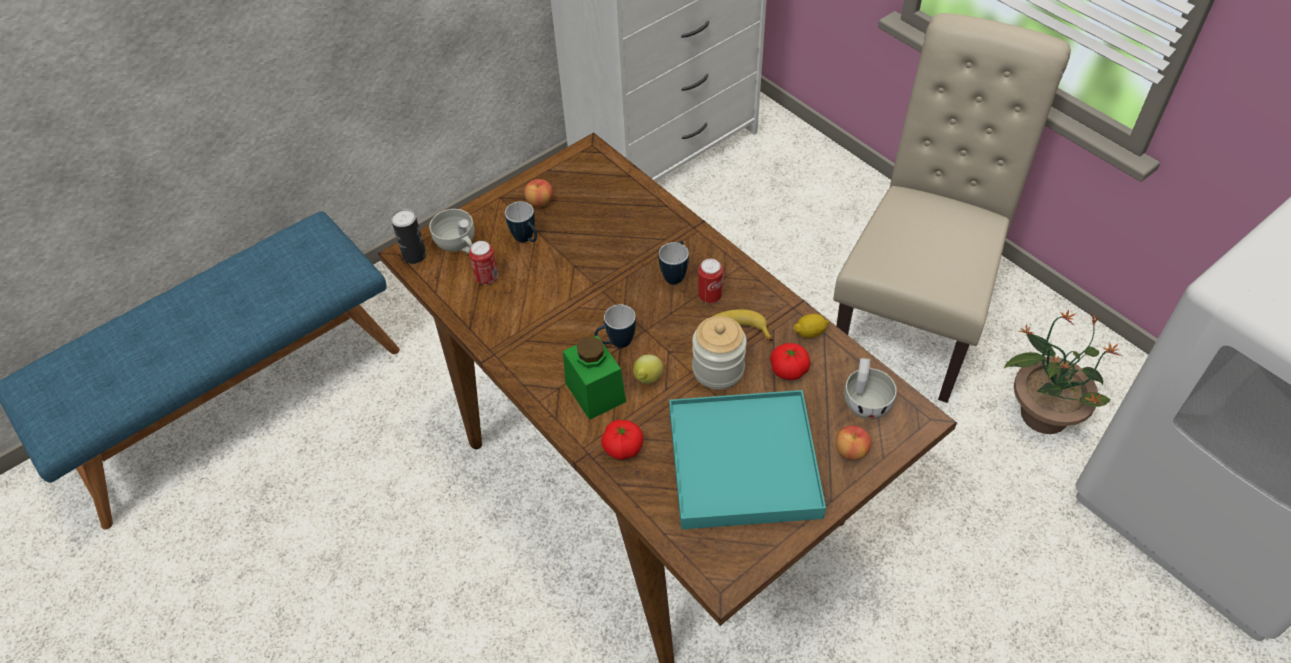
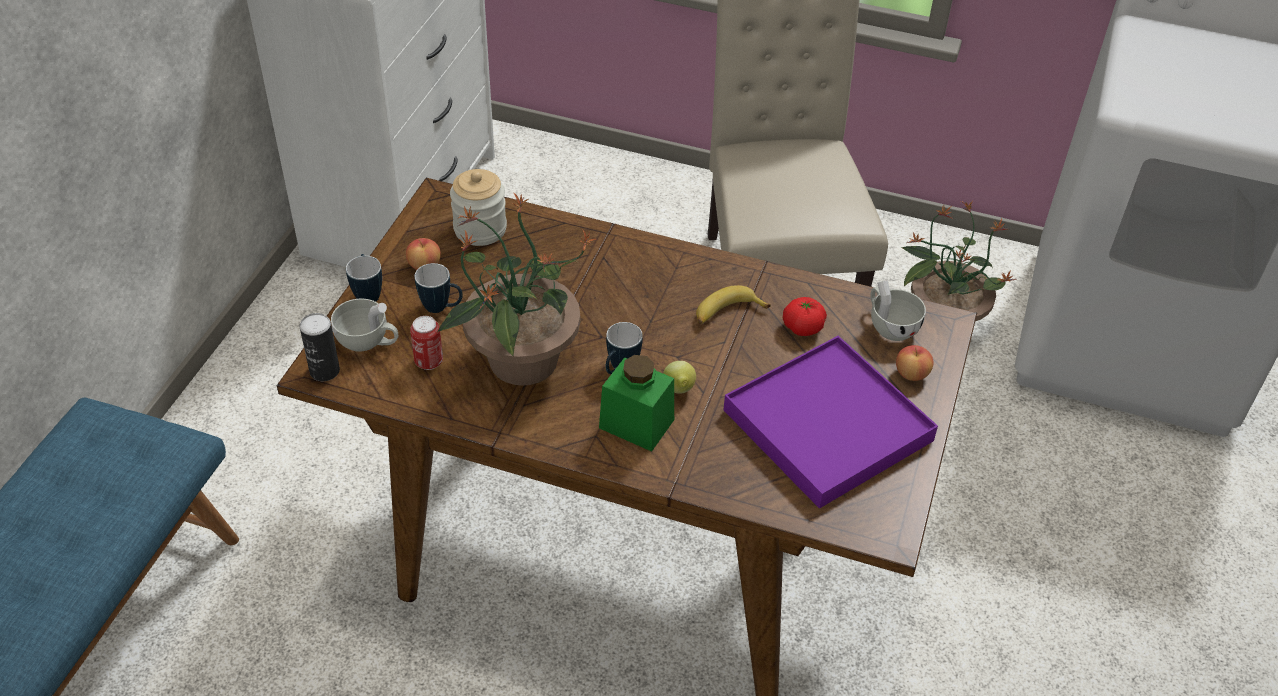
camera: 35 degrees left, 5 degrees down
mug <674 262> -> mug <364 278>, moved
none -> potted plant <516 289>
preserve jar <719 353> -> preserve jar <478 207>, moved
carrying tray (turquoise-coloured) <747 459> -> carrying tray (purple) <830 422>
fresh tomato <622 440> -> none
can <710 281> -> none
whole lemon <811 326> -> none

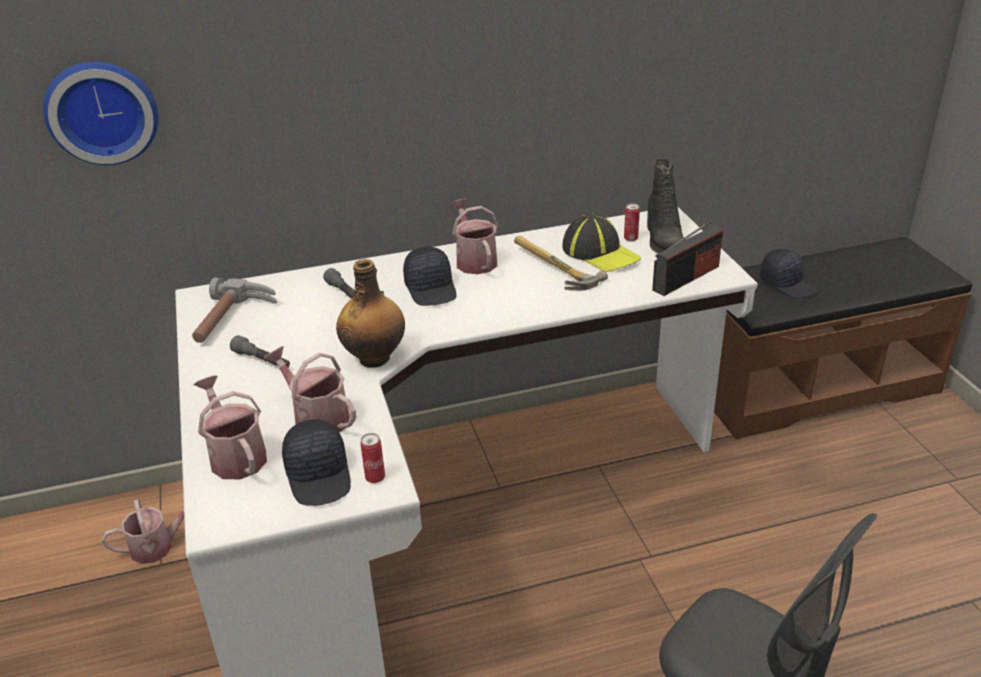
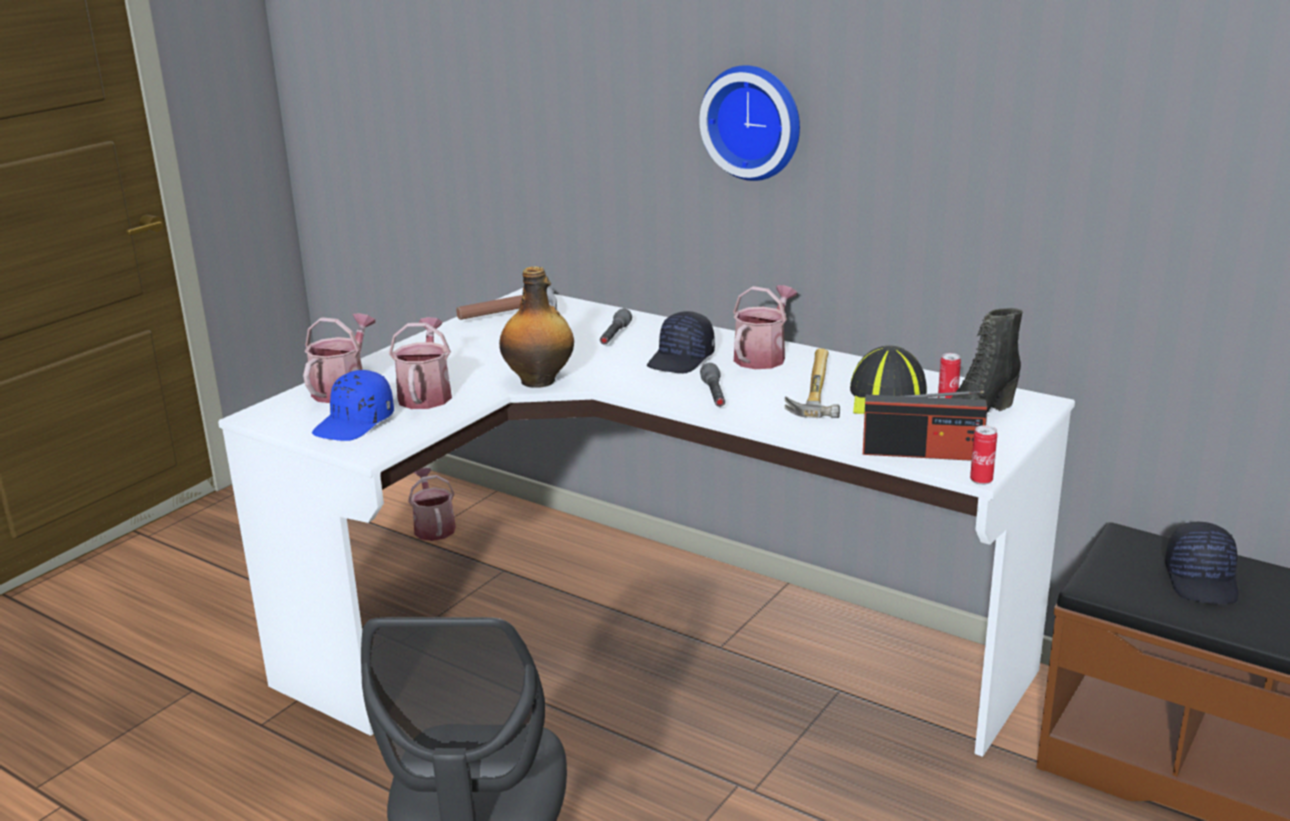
camera: 50 degrees right, 10 degrees down
baseball cap (black-coloured) <316 462> -> baseball cap (blue) <353 405>
sprinkling can <142 530> -> sprinkling can <432 504>, 135 degrees counterclockwise
hanging clock <101 113> -> hanging clock <749 123>, moved
flashlight (grey) <260 351> -> flashlight (grey) <712 385>, moved
can <372 458> -> can <983 455>, moved

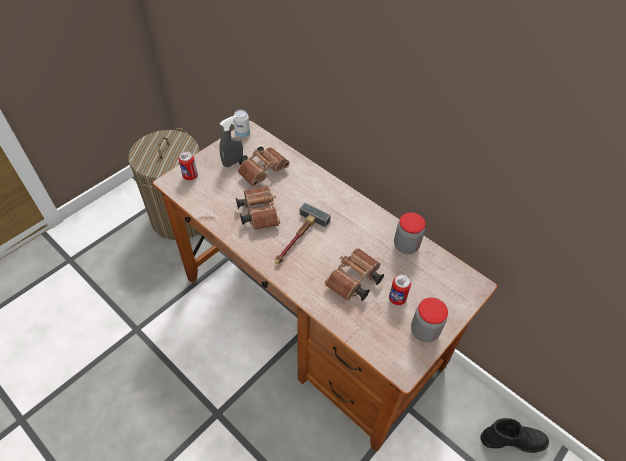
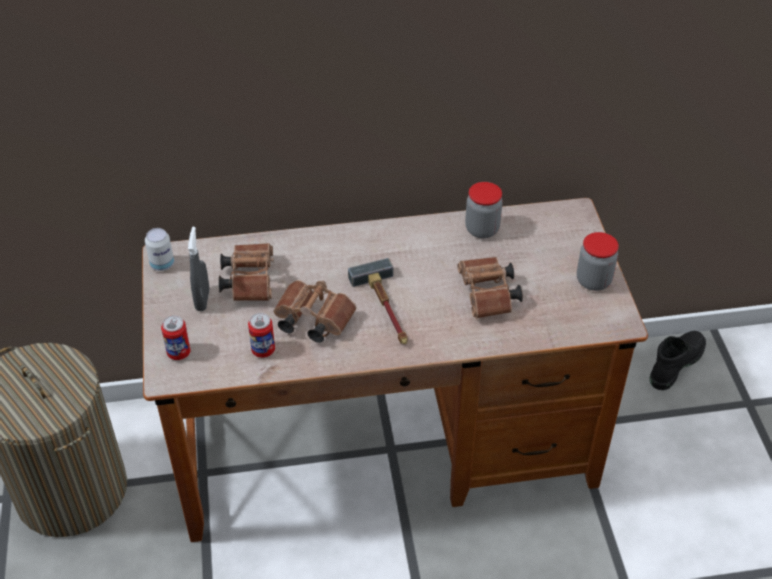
camera: 50 degrees left, 5 degrees down
can <400 289> -> can <261 335>, moved

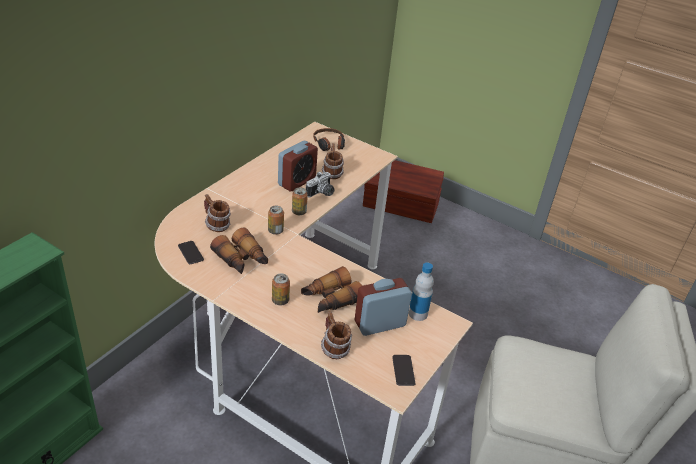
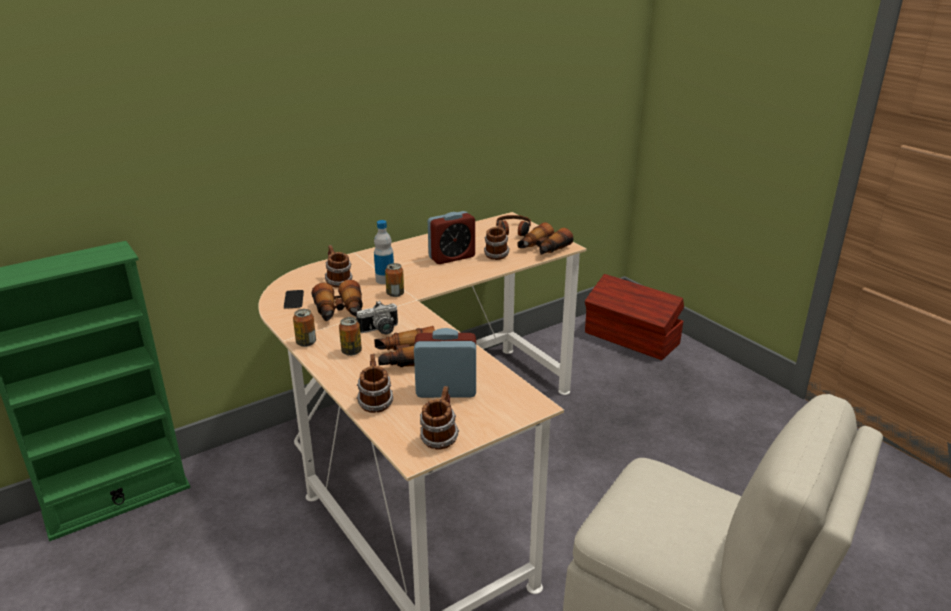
camera: 25 degrees right, 10 degrees down
can <300 201> -> can <304 328>, moved
still camera <320 184> -> still camera <377 317>, moved
bottle <421 292> -> bottle <384 252>, moved
phone <404 370> -> mug <439 418>
none -> pair of binoculars <545 238>

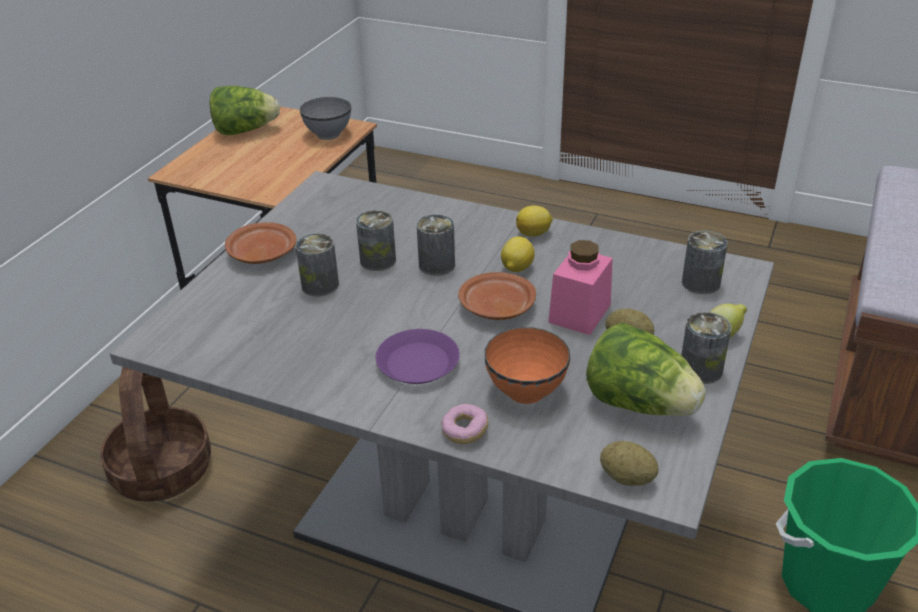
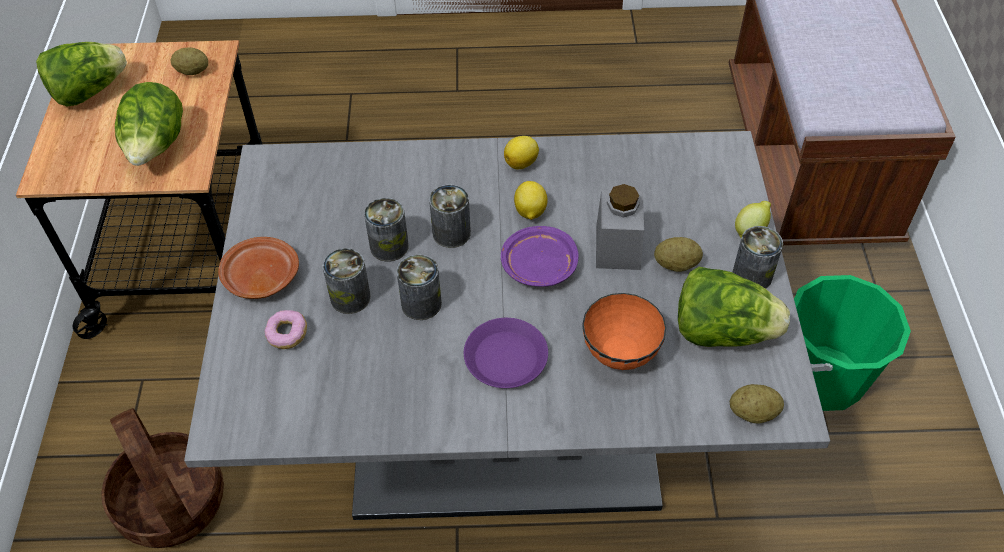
camera: 25 degrees left, 15 degrees up
none -> head of lettuce <149 124>
deep dish (grey) <325 118> -> whole potato <189 61>
donut <465 424> -> donut <286 329>, moved
can <705 262> -> can <419 287>, moved
flat dish (brown) <497 296> -> flat dish (purple) <540 256>
preserve jar (pinkish) <580 287> -> preserve jar (grey) <620 227>

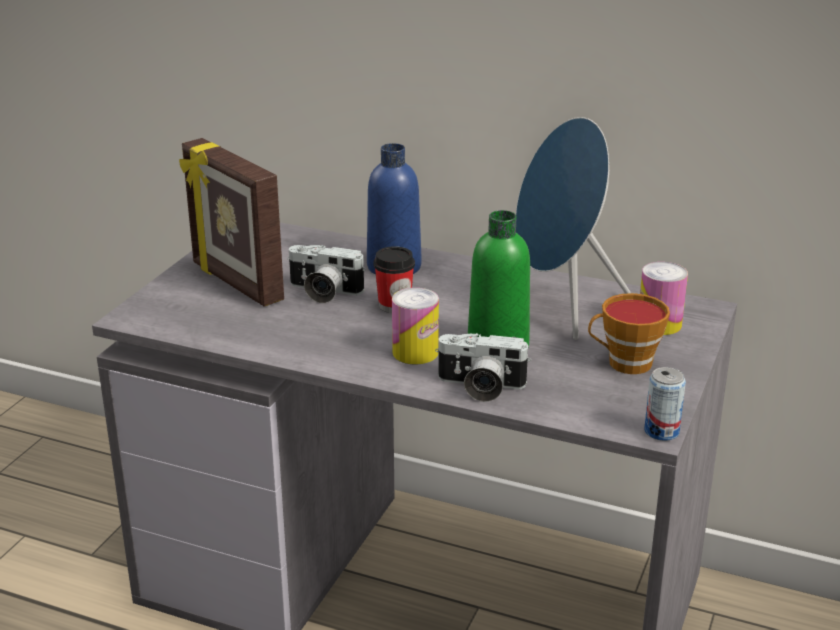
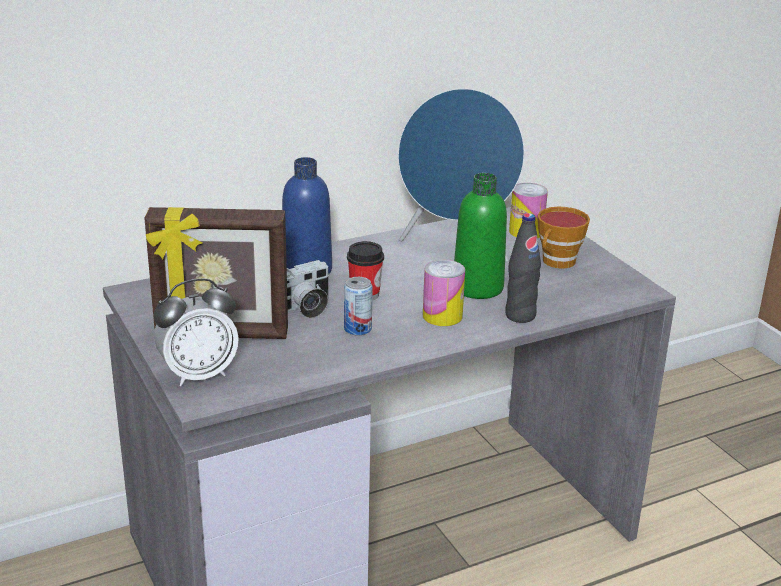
camera: 50 degrees left, 0 degrees up
none -> table clock <196 332>
can <665 404> -> can <358 306>, moved
still camera <483 367> -> bottle (black-coloured) <523 268>

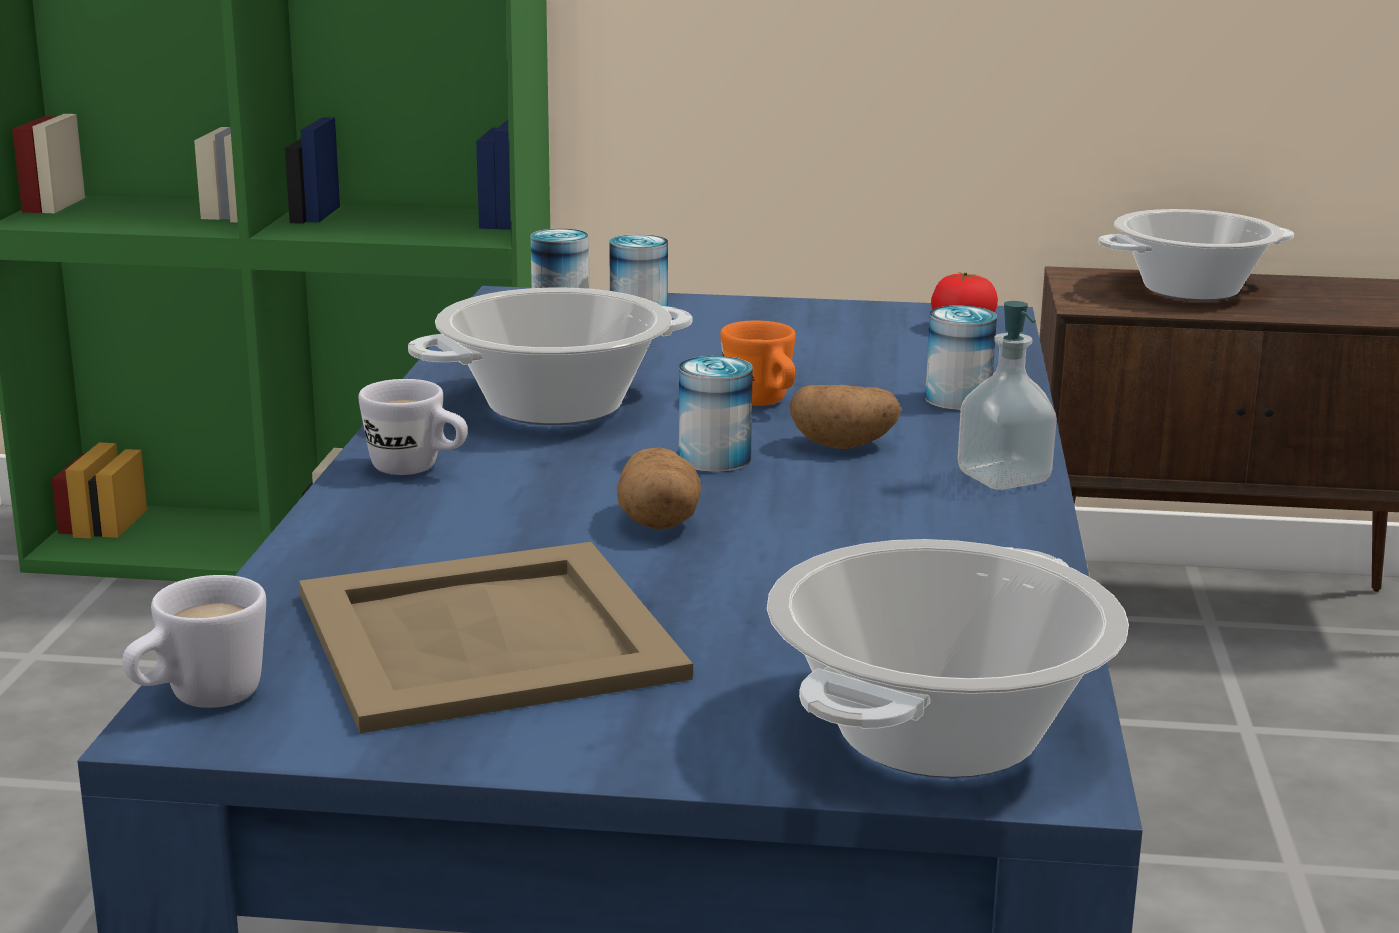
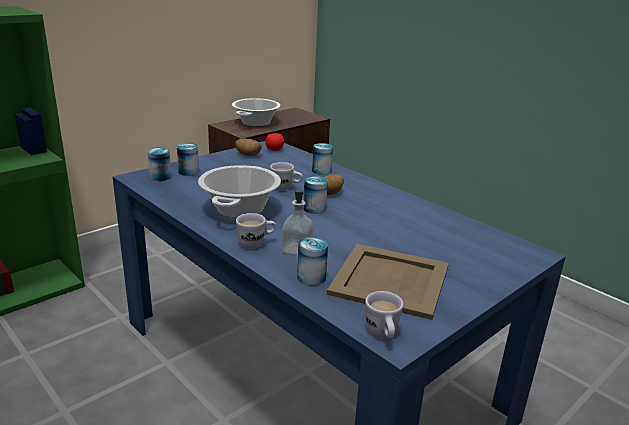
camera: 50 degrees left, 5 degrees up
whole potato <659 488> -> whole potato <248 147>, moved
mug (orangey) <758 363> -> mug (whitish) <286 176>
soap dispenser <1007 395> -> soap dispenser <297 222>, moved
none -> can <312 261>
cooking pot <948 658> -> none

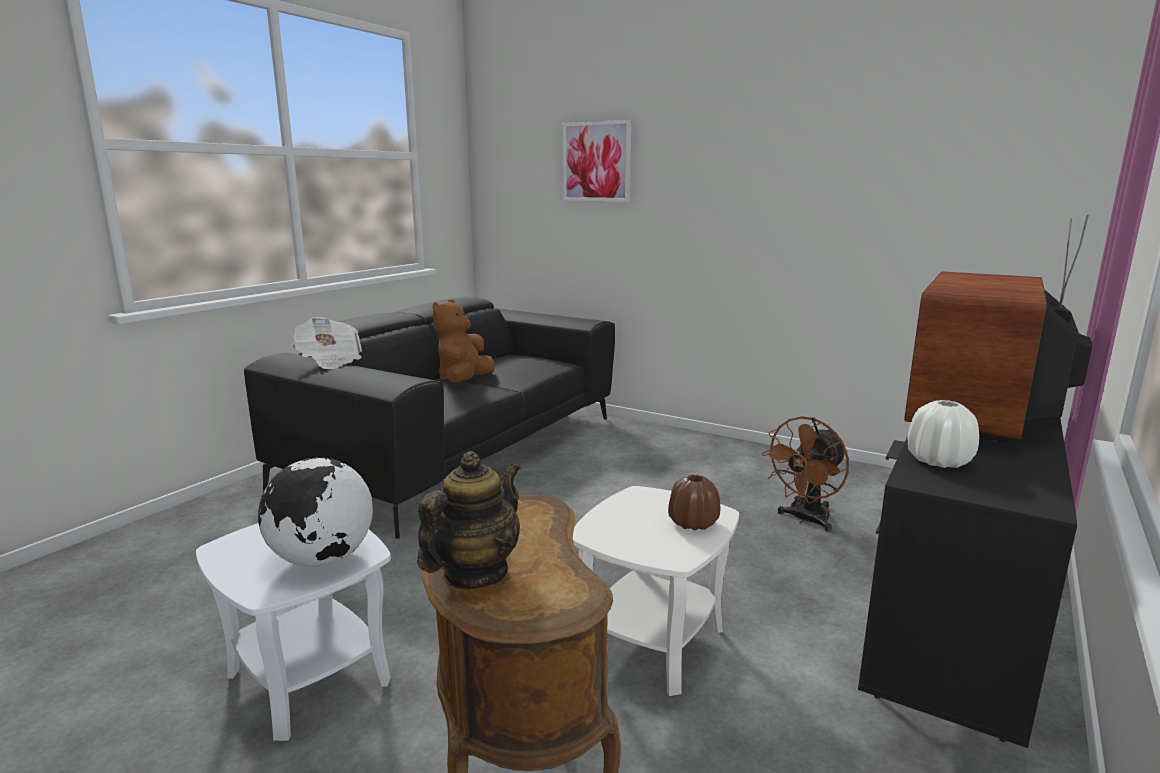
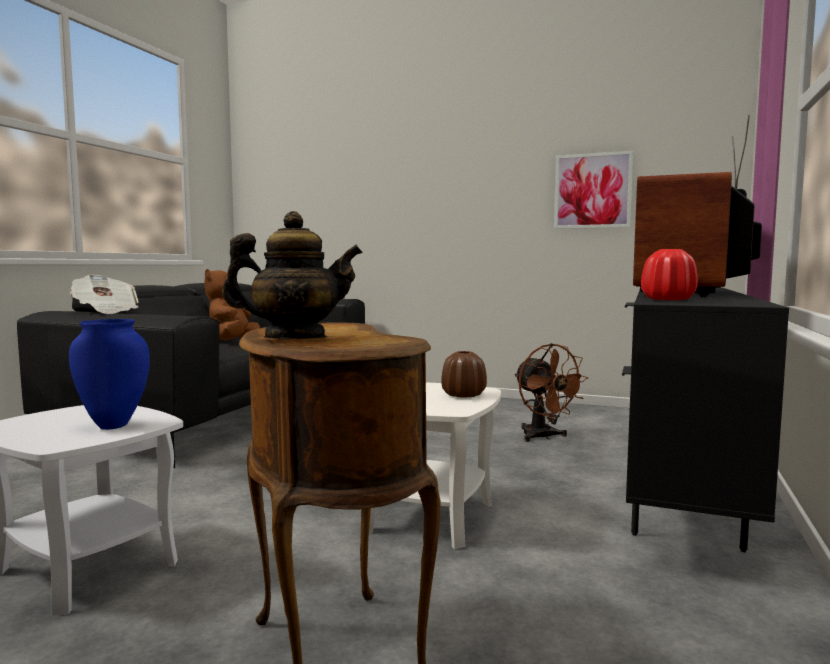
camera: 10 degrees left, 10 degrees down
desk globe <315 512> -> decorative vase (blue) <109 374>
pot for tea <469 520> -> pot for tea <292 275>, 60 degrees clockwise
cooling fan (brown) <805 474> -> cooling fan (brown) <551 392>, 60 degrees counterclockwise
wall picture <597 161> -> wall picture <593 190>, moved
decorative vase (whitish) <943 434> -> decorative vase (reddish) <669 274>

